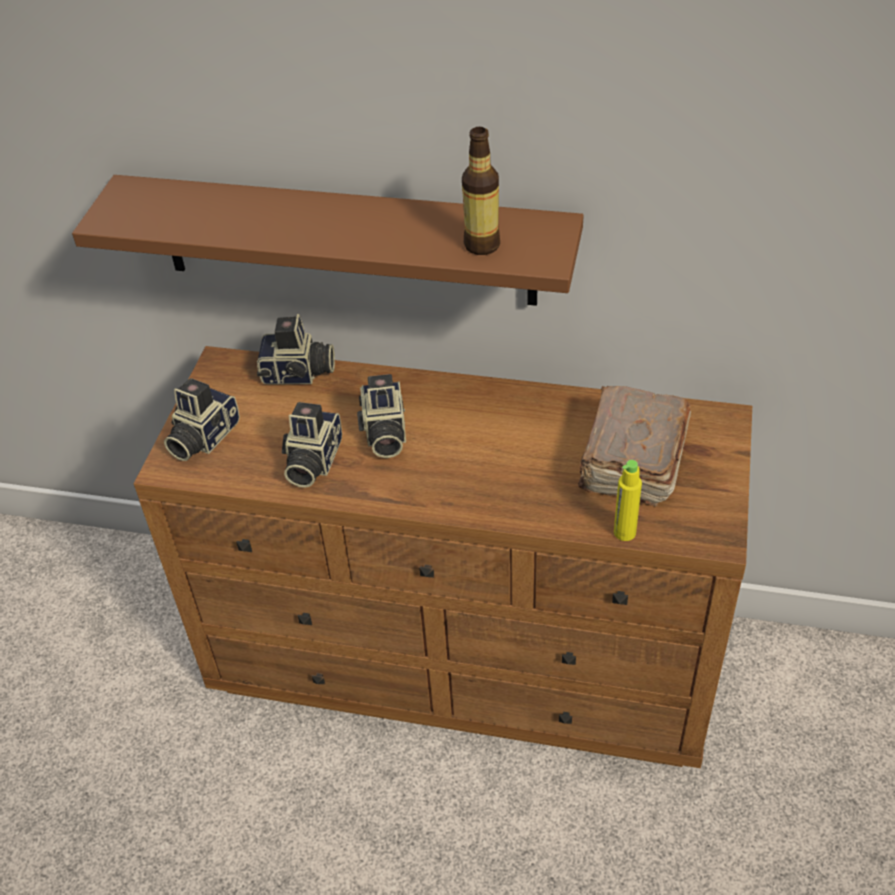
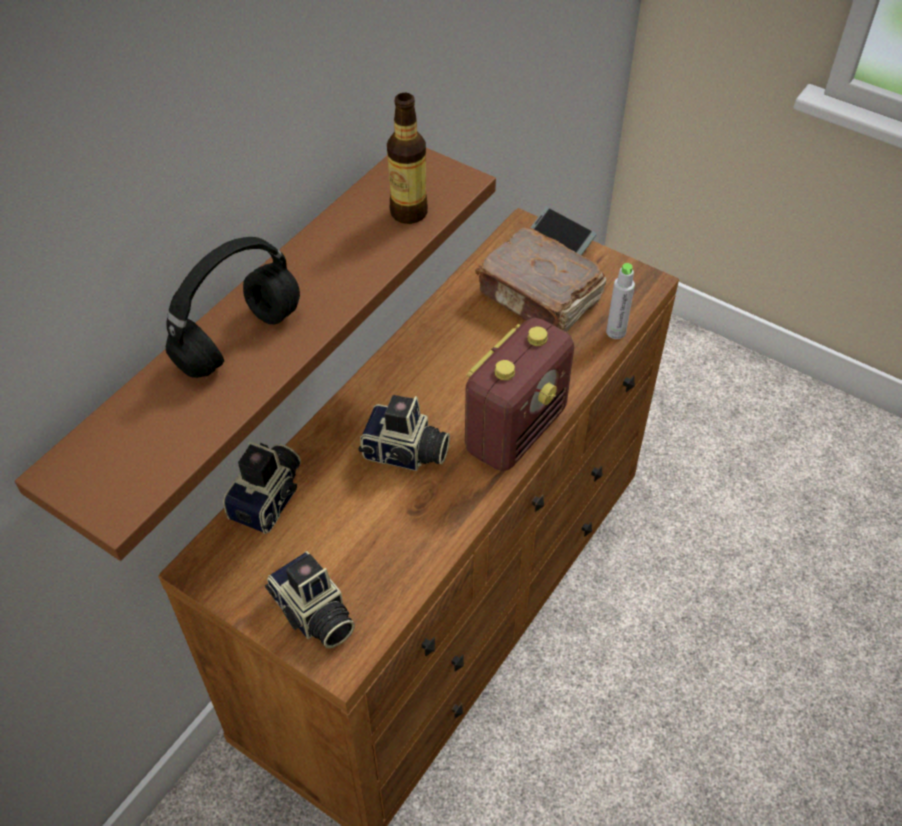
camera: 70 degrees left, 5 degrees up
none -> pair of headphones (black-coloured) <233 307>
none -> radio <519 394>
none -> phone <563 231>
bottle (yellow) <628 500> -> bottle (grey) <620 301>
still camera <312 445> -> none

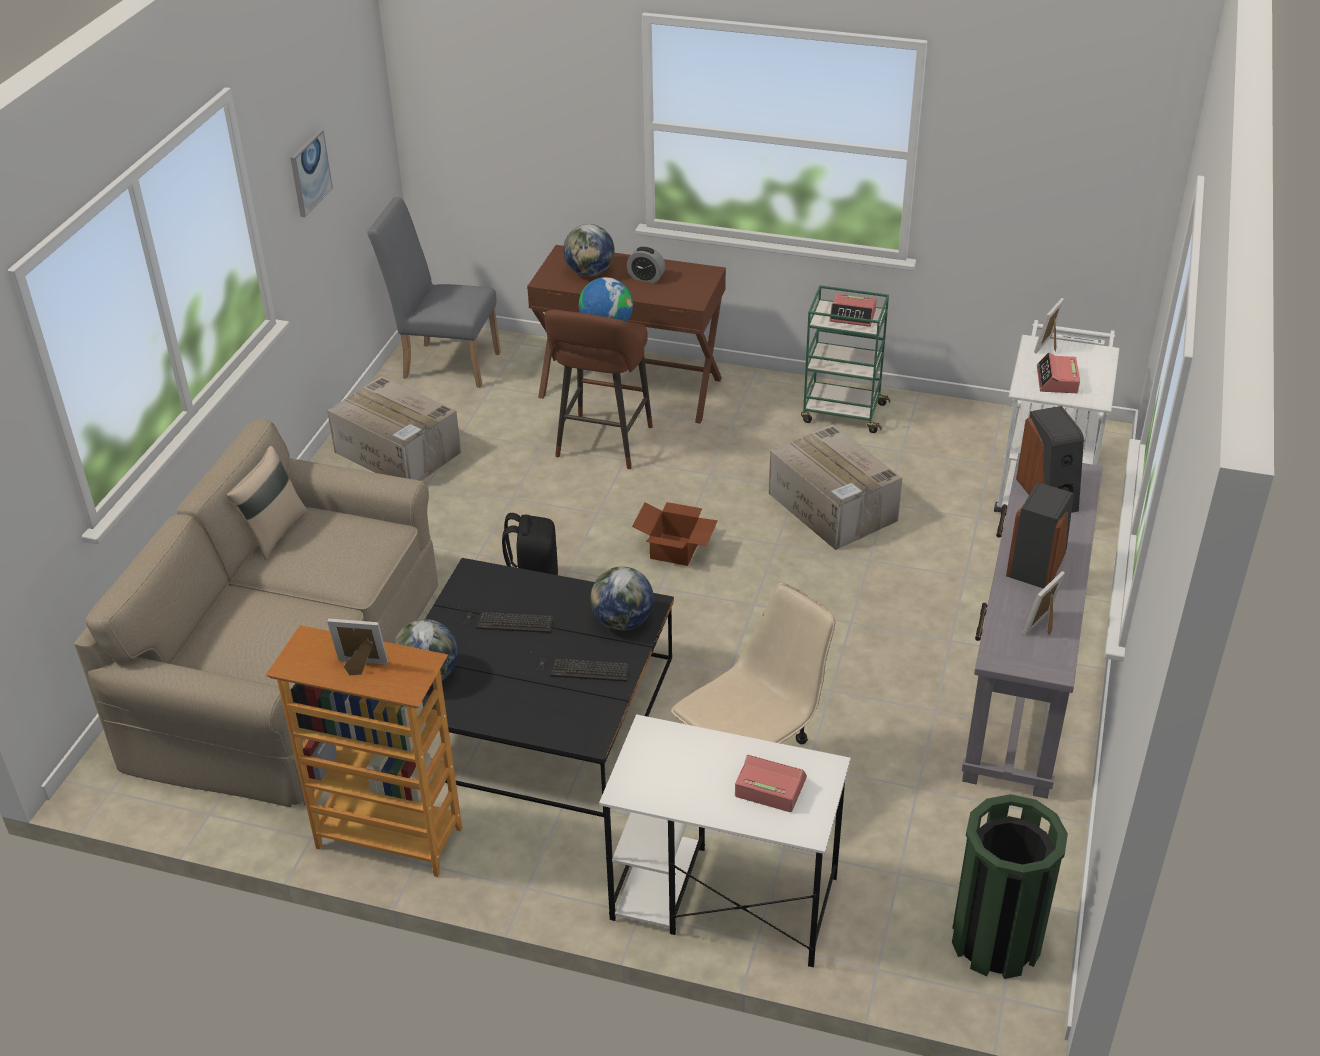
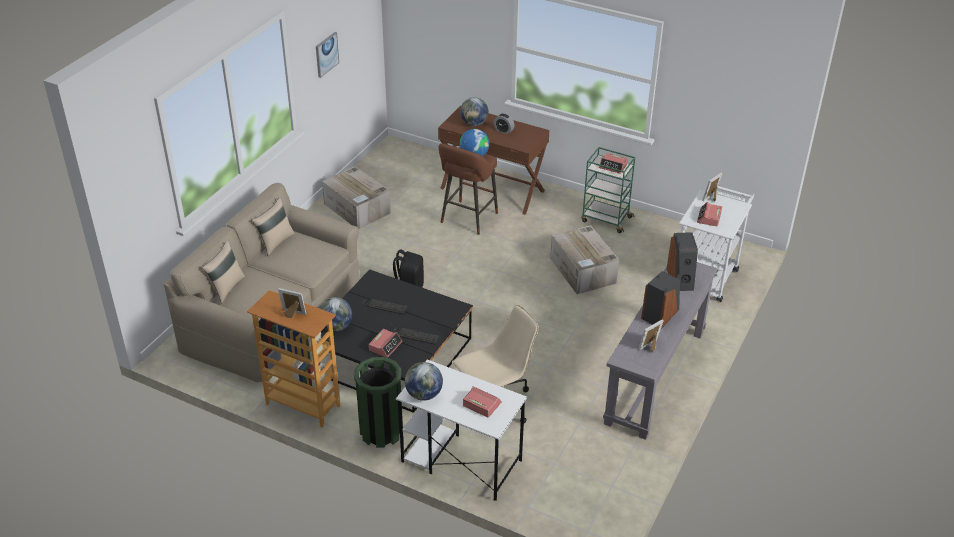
camera: 10 degrees right, 0 degrees up
none -> throw pillow (beige-coloured) <223 272>
waste bin (greenish) <1010 886> -> waste bin (greenish) <378 402>, moved
none -> table clock <385 343>
desk globe <622 598> -> desk globe <424 381>, moved
chair (grey) <434 292> -> none
packing box <675 534> -> none

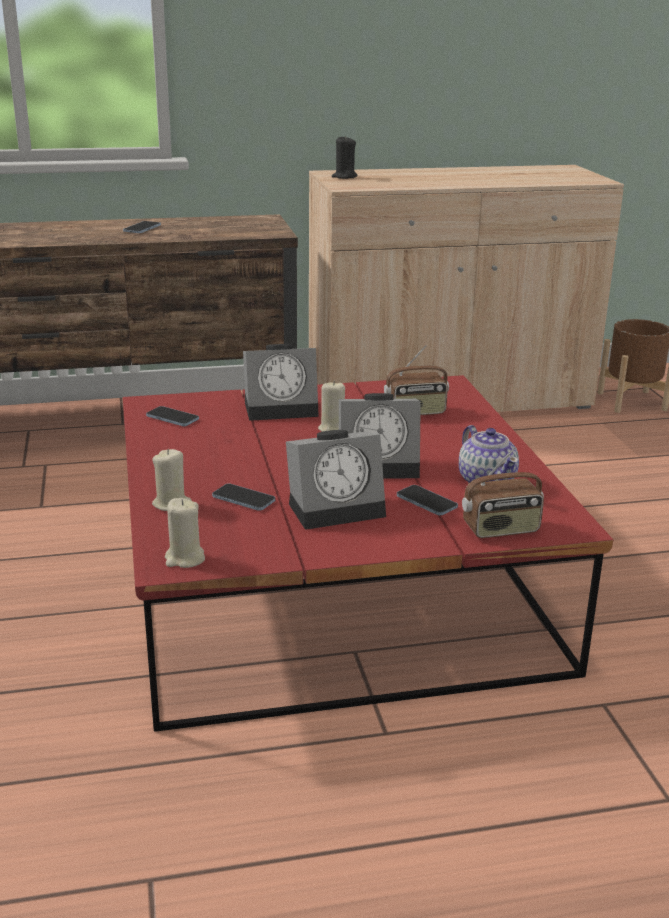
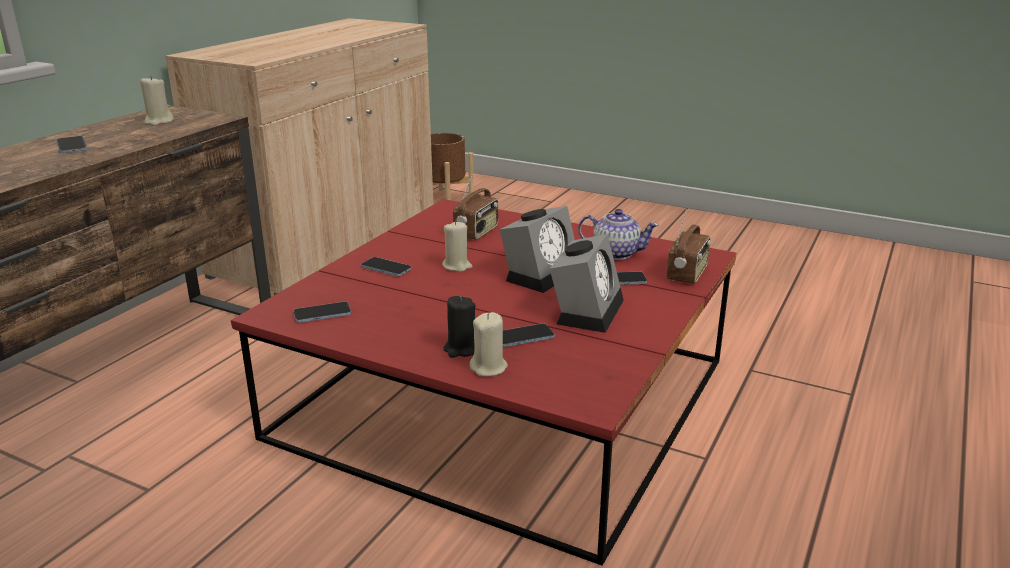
camera: 50 degrees left, 0 degrees up
candle (beige-coloured) <185 533> -> candle (beige-coloured) <157 101>, moved
table clock <281 382> -> phone <386 266>
candle (black-coloured) <344 157> -> candle (black-coloured) <459 327>, moved

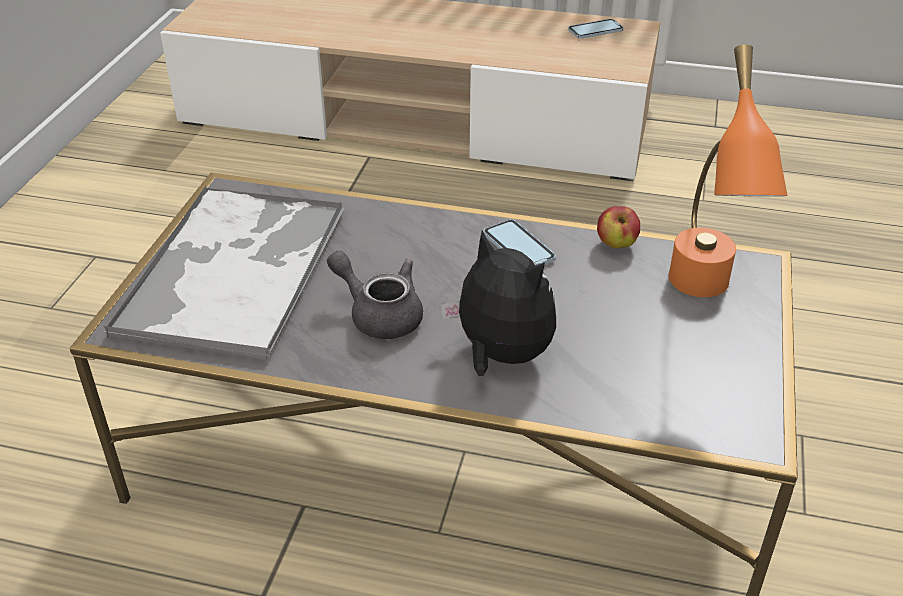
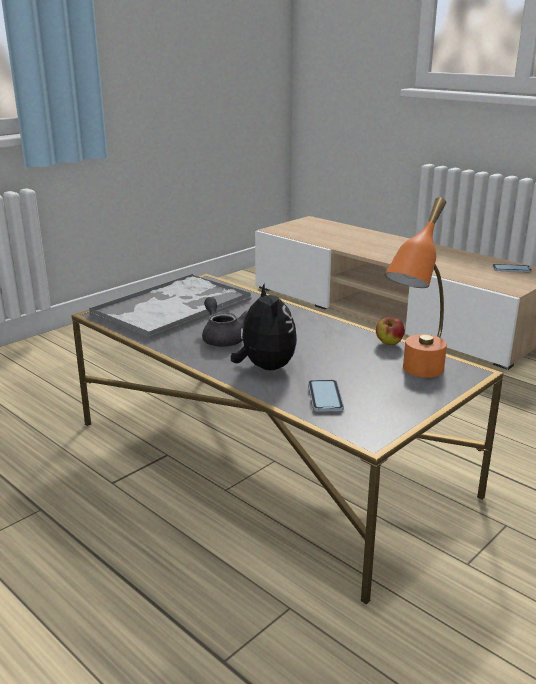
camera: 30 degrees right, 15 degrees down
phone <519 242> -> phone <326 396>, moved

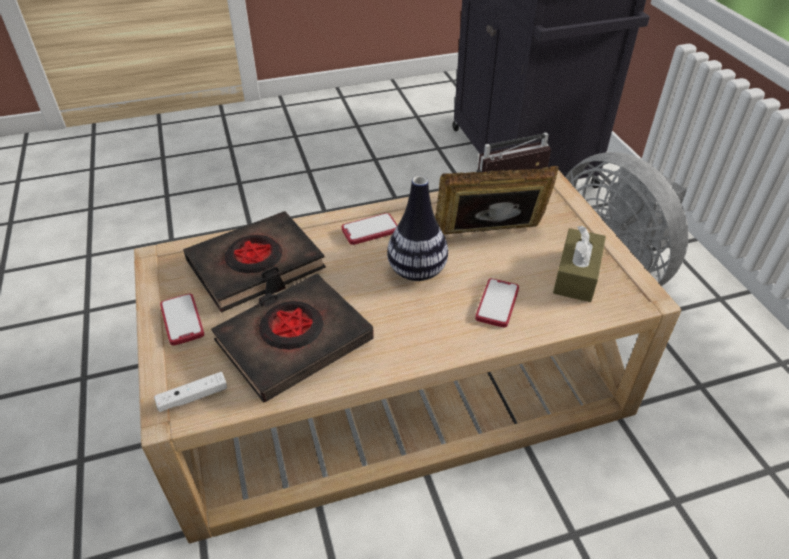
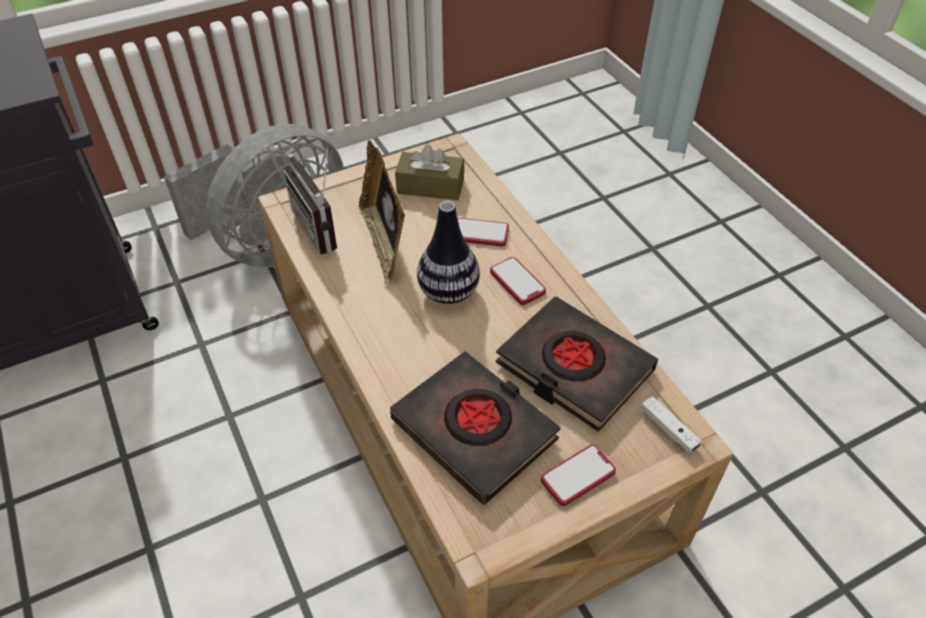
camera: 100 degrees left, 5 degrees up
phone <370 229> -> phone <518 281>, moved

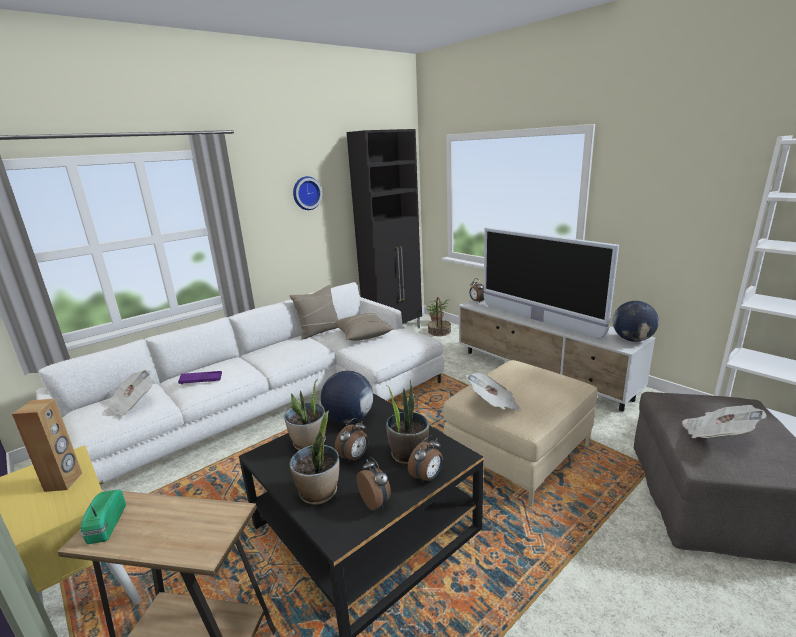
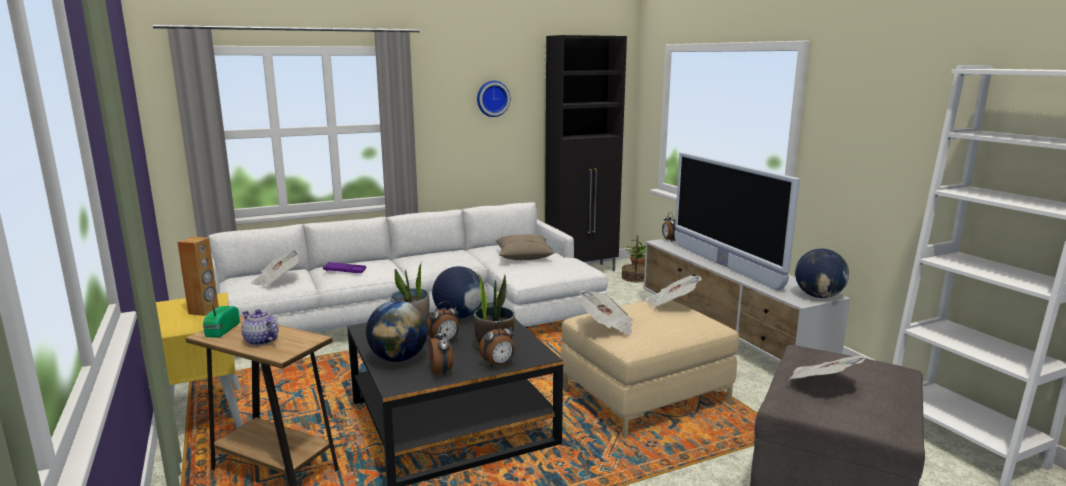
camera: 15 degrees right, 5 degrees down
none -> pot for tea <260 327>
potted plant <314 457> -> desk globe <397 331>
none -> newspaper <673 291>
throw pillow (beige-coloured) <314 312> -> none

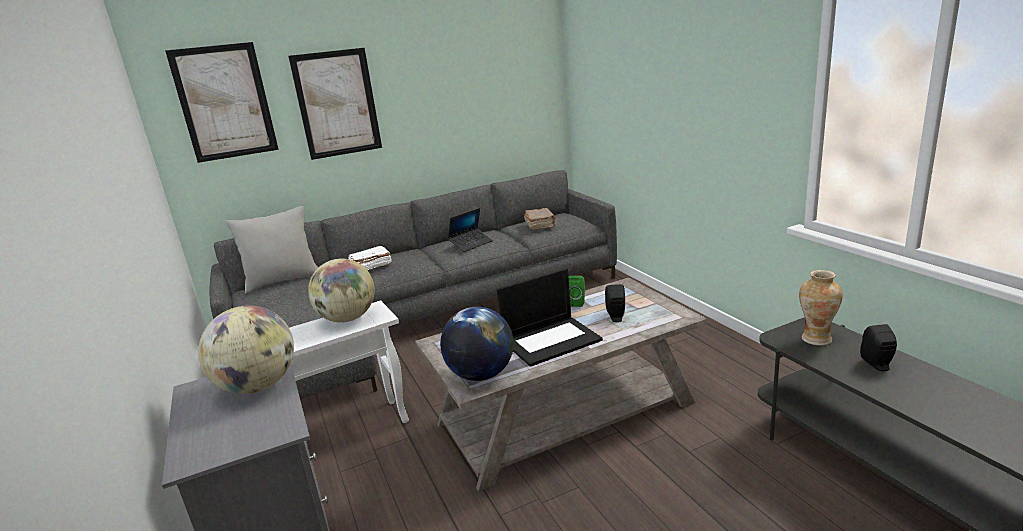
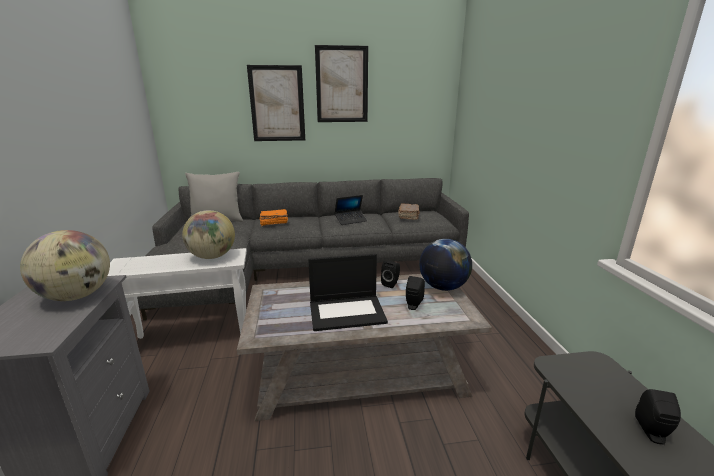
camera: 15 degrees right, 0 degrees up
book (whitish) <370 258> -> book (orangey) <274 217>
wall picture <222 102> -> wall picture <341 83>, moved
loudspeaker (greenish) <577 291> -> loudspeaker (black-coloured) <390 274>
desk globe <477 344> -> desk globe <445 265>, moved
decorative vase <821 308> -> none

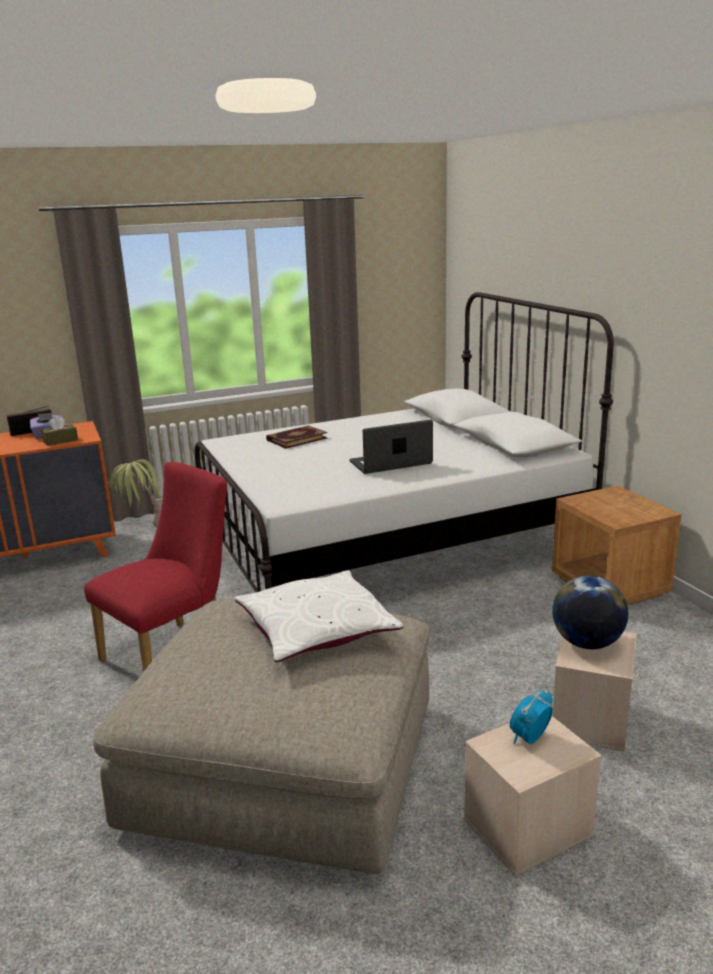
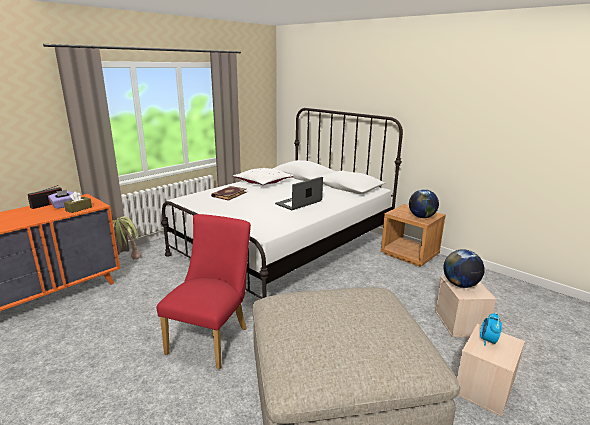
camera: 25 degrees left, 0 degrees up
throw pillow (whitish) <319 616> -> throw pillow (whitish) <263 176>, moved
none -> desk globe <424 203>

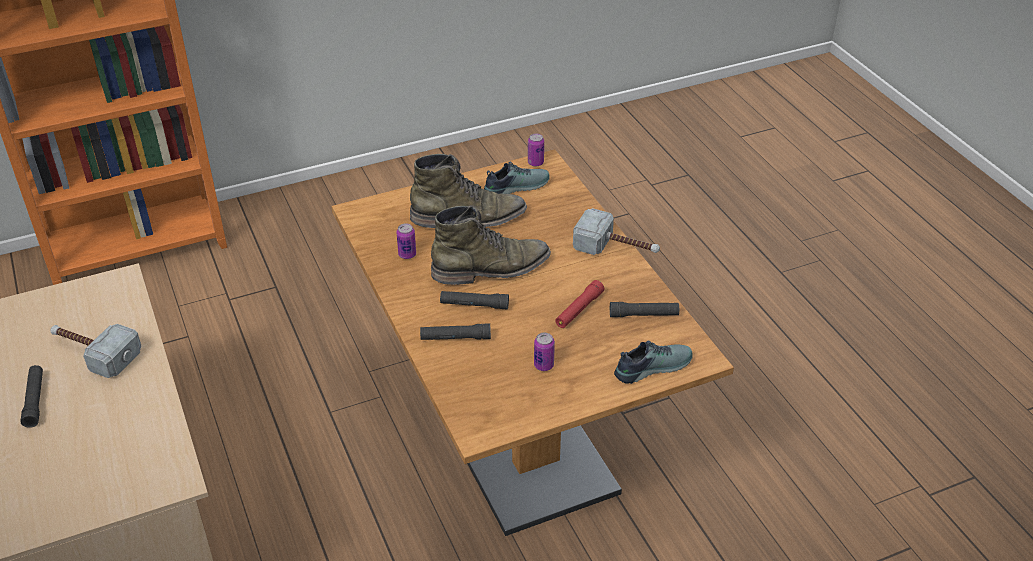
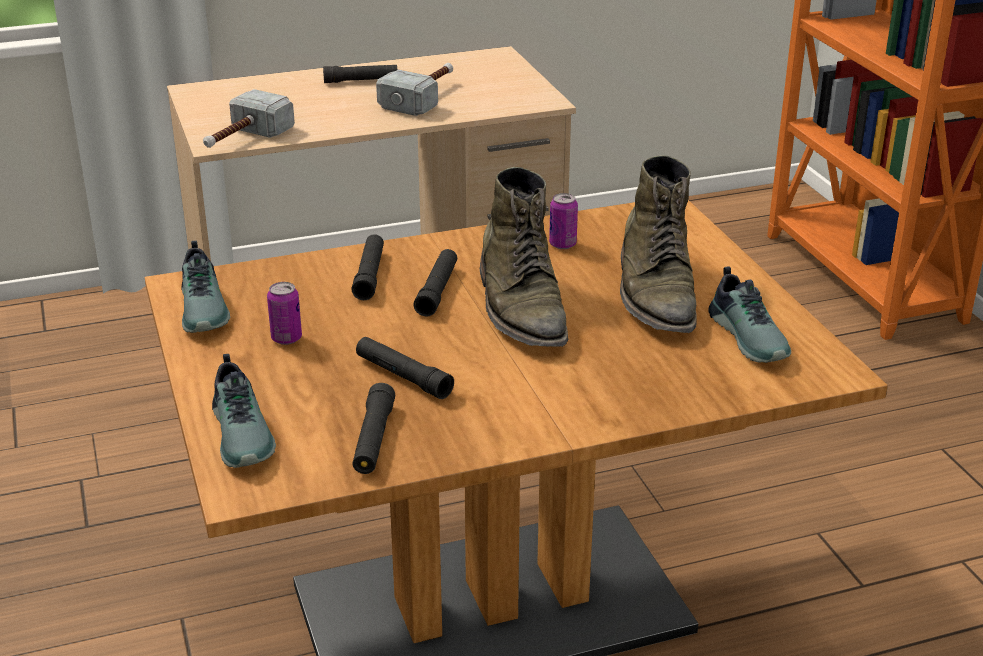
camera: 95 degrees right, 10 degrees down
none -> item of footwear <205 287>
hand hammer <616 231> -> hand hammer <249 118>, moved
flashlight (reddish) <579 304> -> flashlight (black-coloured) <405 368>
can <536 150> -> none

